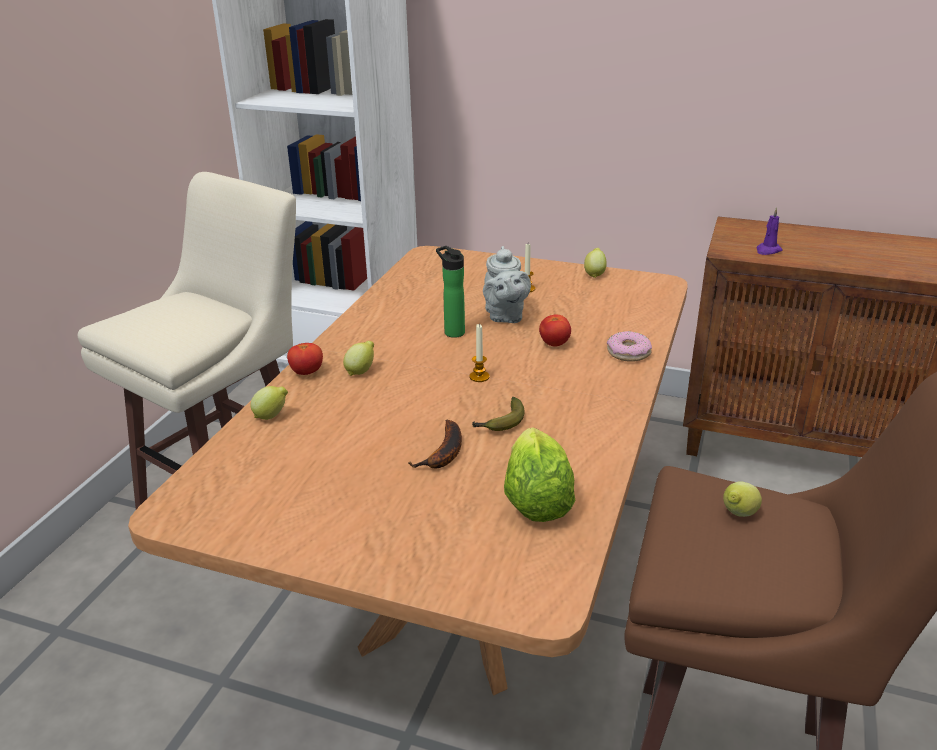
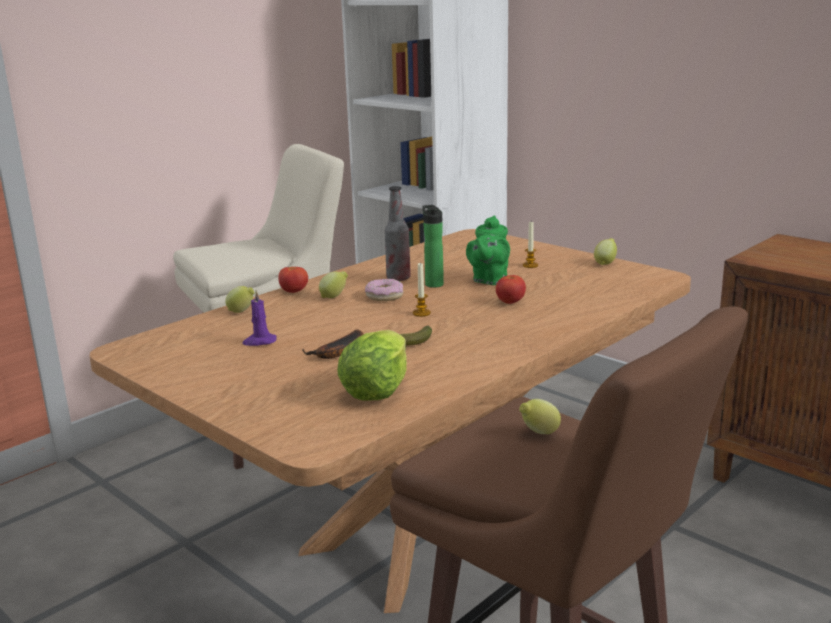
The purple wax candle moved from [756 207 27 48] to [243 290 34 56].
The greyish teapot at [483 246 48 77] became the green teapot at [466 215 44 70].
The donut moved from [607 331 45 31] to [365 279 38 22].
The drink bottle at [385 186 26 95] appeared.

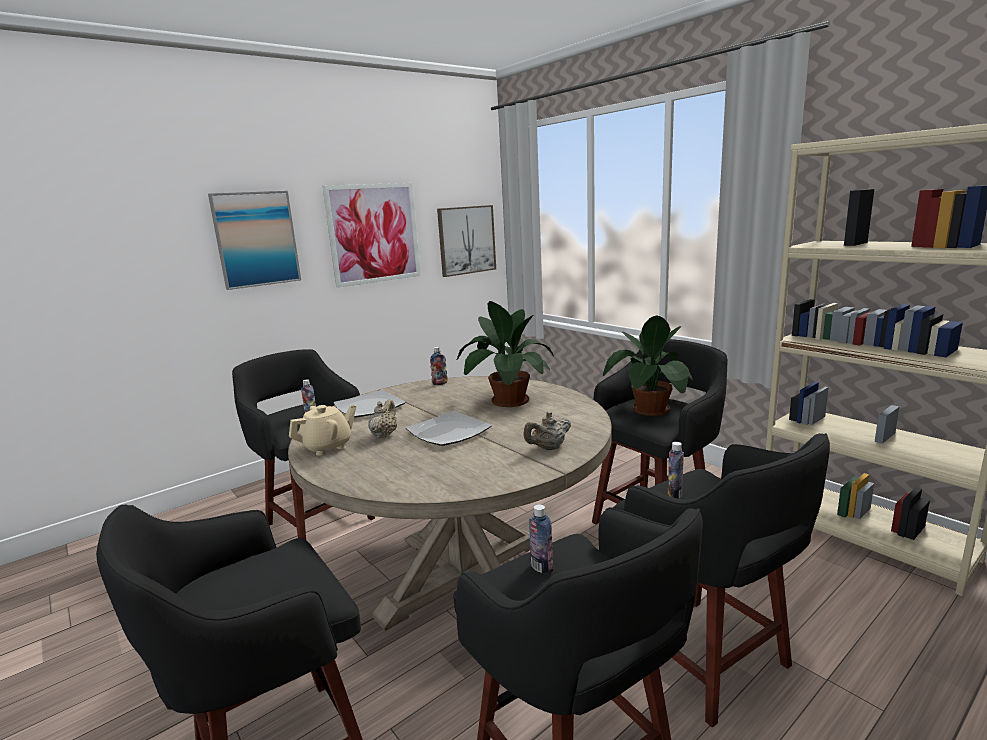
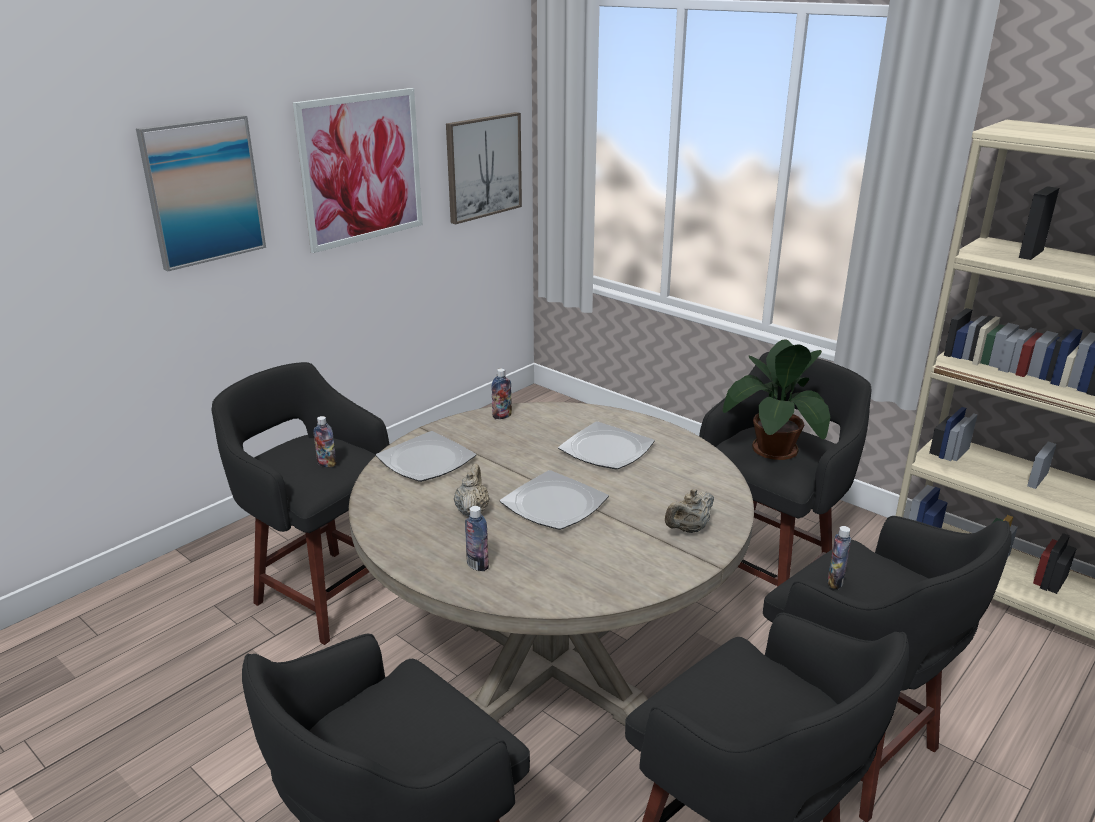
The potted plant at [457 301 97 106] was replaced by the flat dish at [558 421 97 48].
The sand-coloured teapot at [289 405 67 51] disappeared.
The drink bottle moved from [529 504 24 70] to [465 506 24 65].

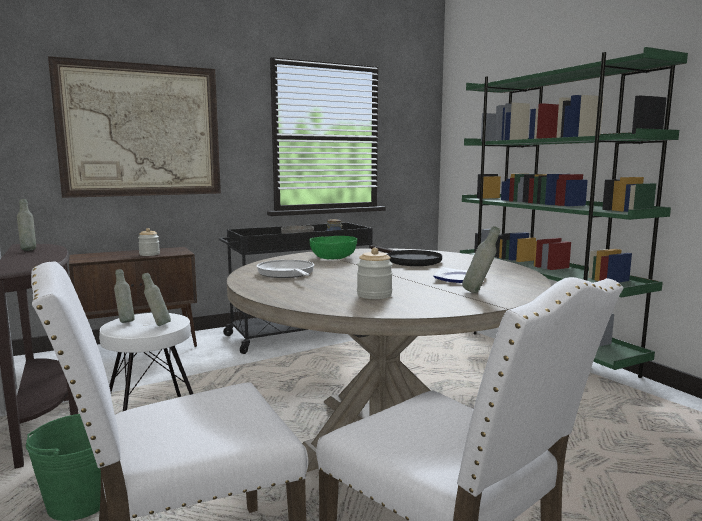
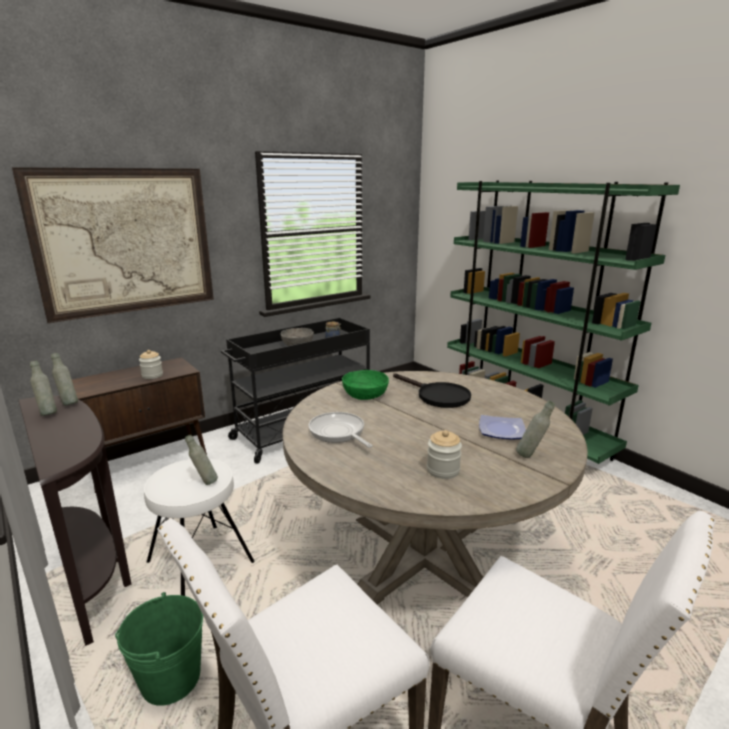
The greyish drink bottle moved from [114 269 21 54] to [51 353 27 53].

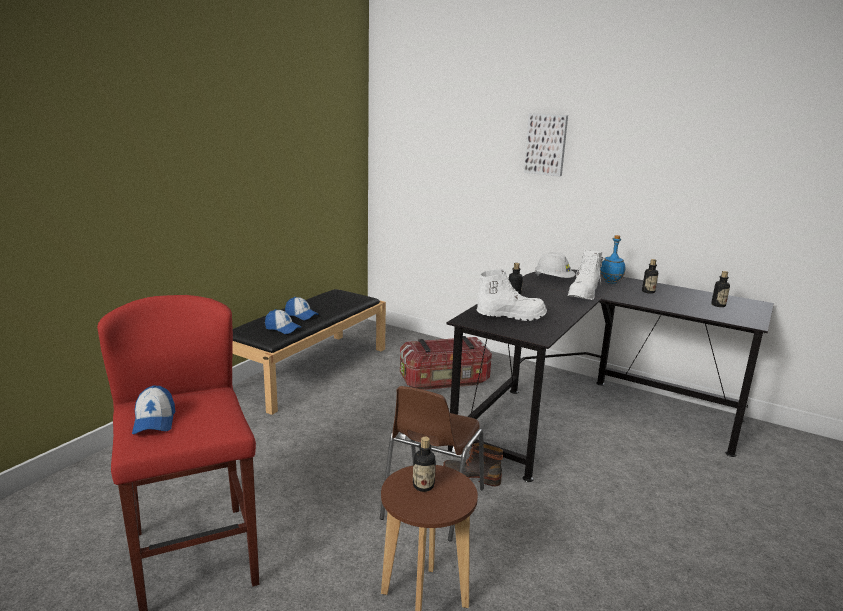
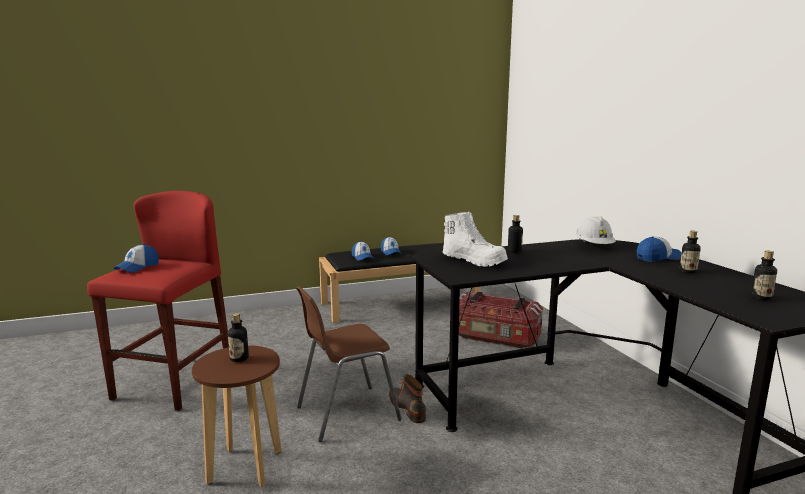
The picture at [524 113 44 63] disappeared.
The bluish drink bottle at [600 235 25 49] was replaced by the baseball cap at [637 236 44 26].
The whitish boot at [567 250 37 50] disappeared.

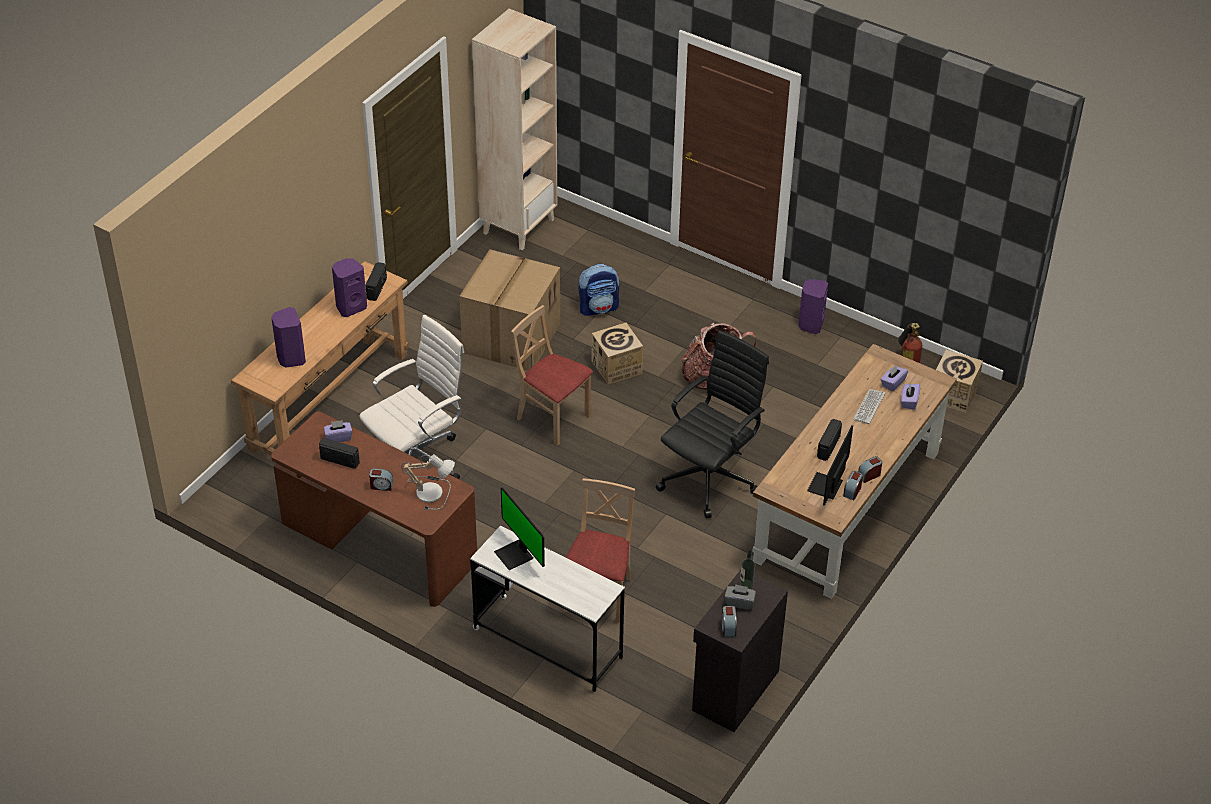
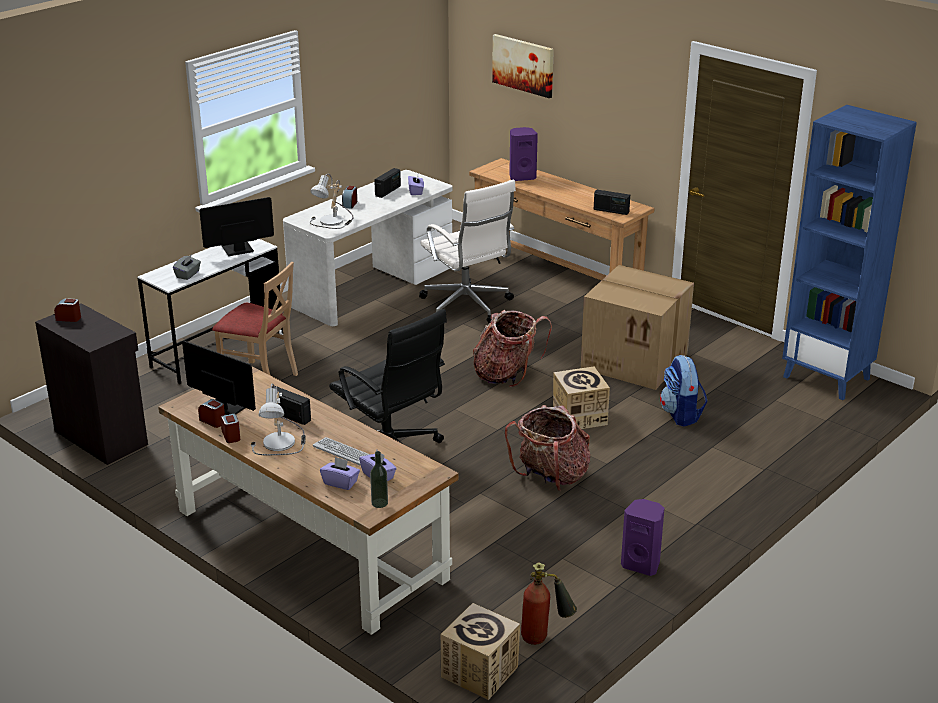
The sand-coloured bookshelf at [472 9 85 241] became the bluish bookshelf at [782 105 135 295].
The purple speaker at [332 258 35 59] disappeared.
The sand-coloured plain chair at [511 305 82 141] was replaced by the rucksack at [473 310 79 77].
The brown-coloured desk at [271 411 206 196] became the whitish desk at [283 170 170 156].
The drink bottle moved from [740 550 15 39] to [370 451 18 57].
The greyish tissue holder moved from [724 584 32 26] to [173 255 28 25].
The picture at [492 34 62 64] appeared.
The table lamp at [251 384 55 71] appeared.

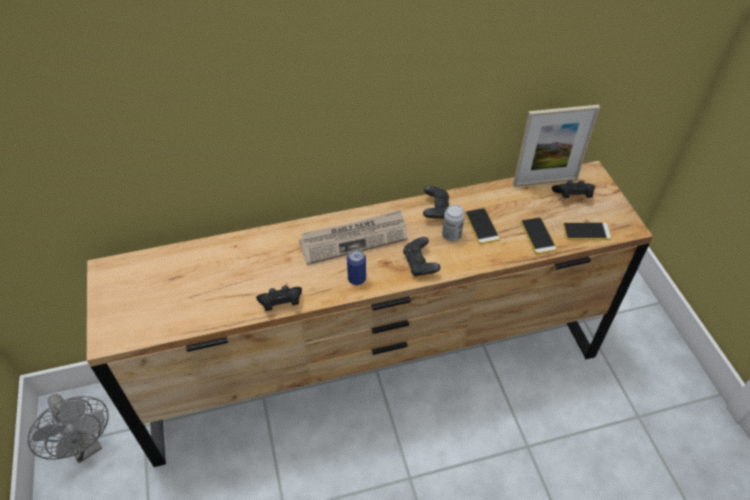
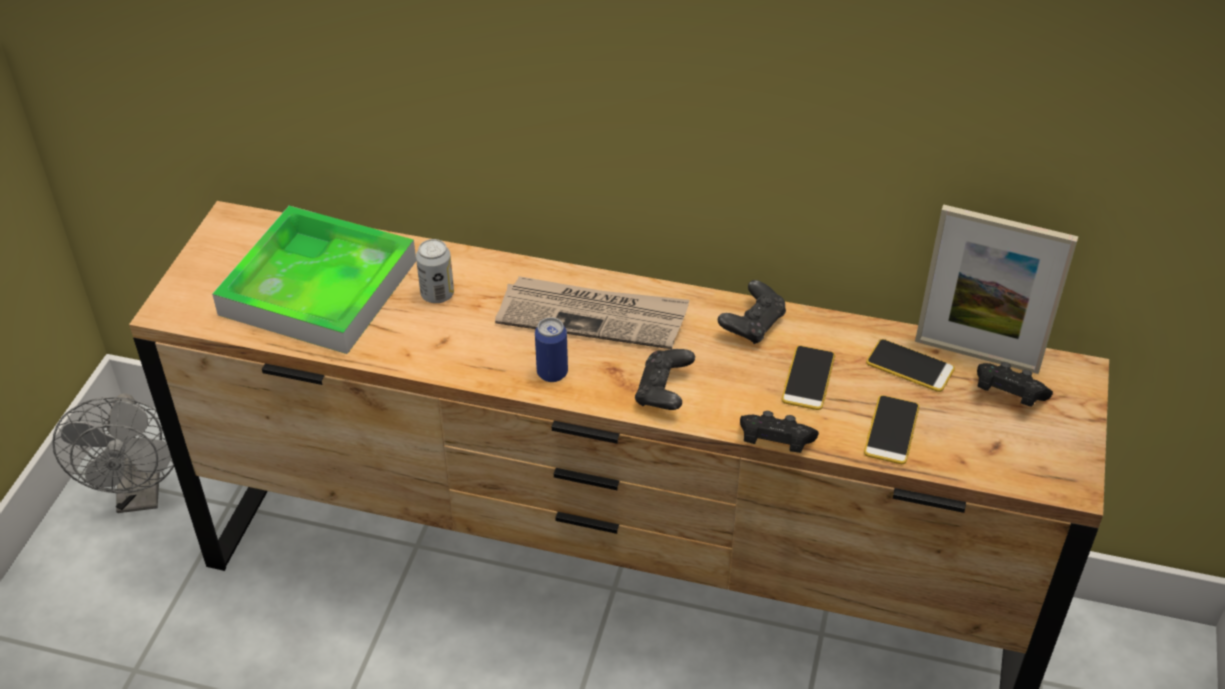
The metal can moved from [442 205 23 37] to [416 239 38 64].
The telephone moved from [563 222 49 18] to [866 339 89 53].
The blackish game controller moved from [256 286 46 25] to [740 411 79 42].
The carrying tray at [212 206 204 148] appeared.

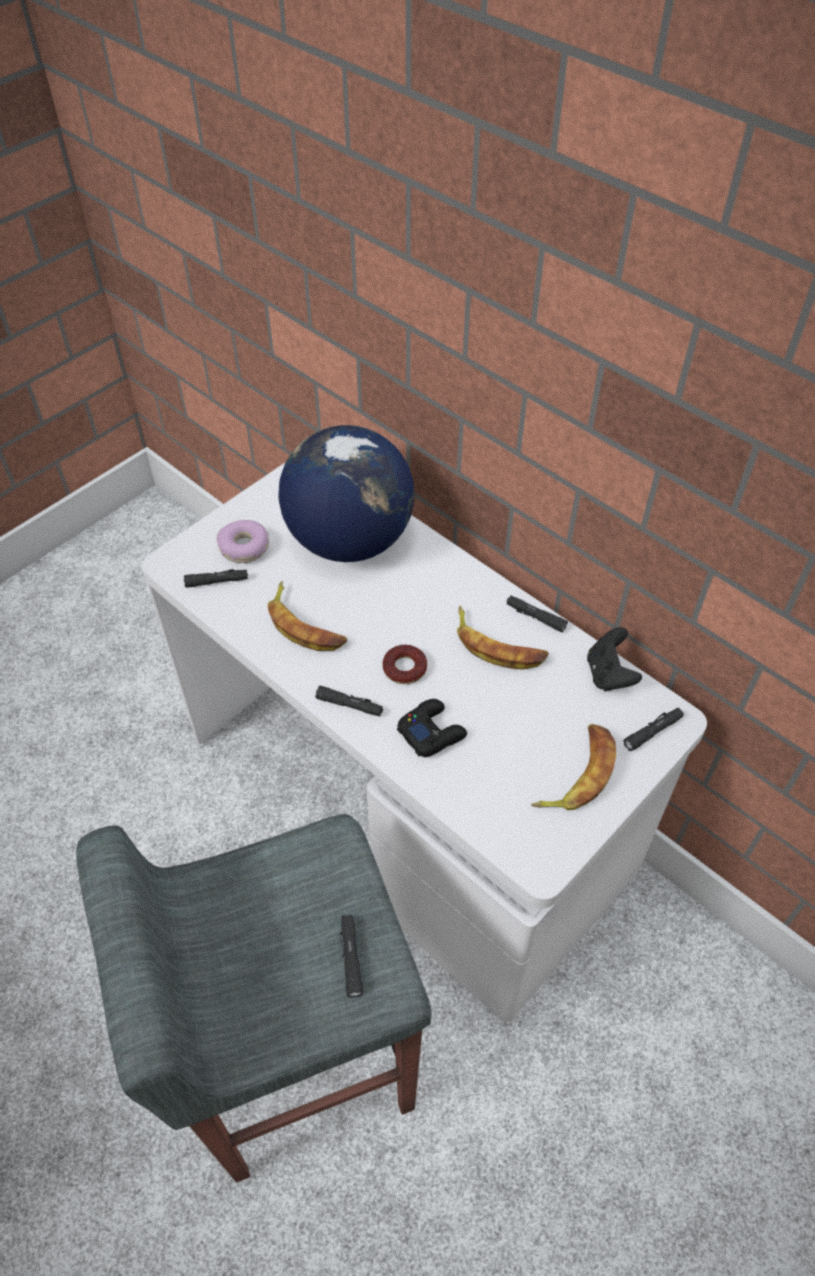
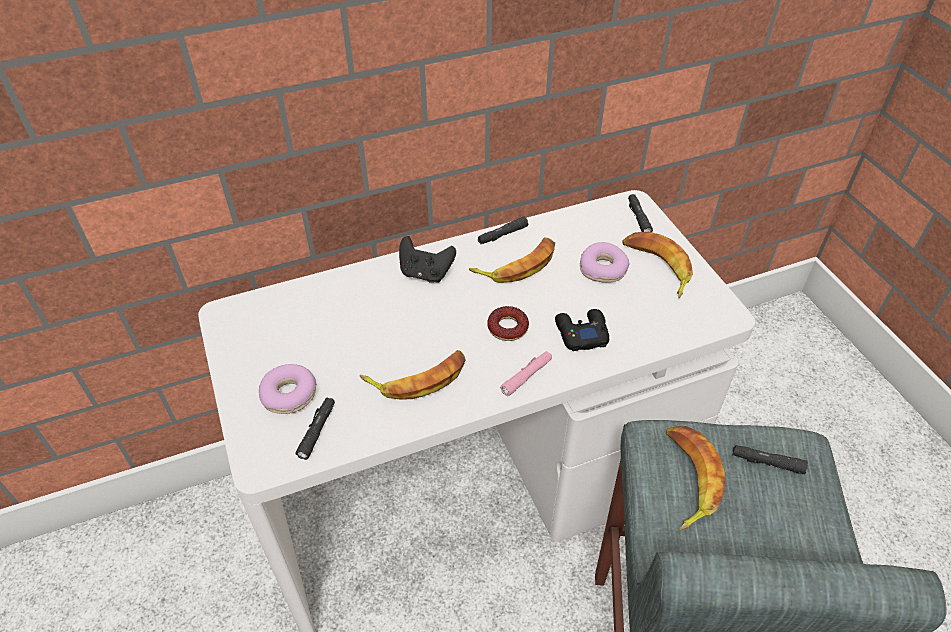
The globe at [279 425 135 137] disappeared.
The blackish game controller moved from [587 627 55 64] to [399 236 57 47].
The blackish hand torch at [315 686 68 30] became the pinkish hand torch at [500 351 52 45].
The donut at [580 242 49 41] appeared.
The whole banana at [666 426 60 105] appeared.

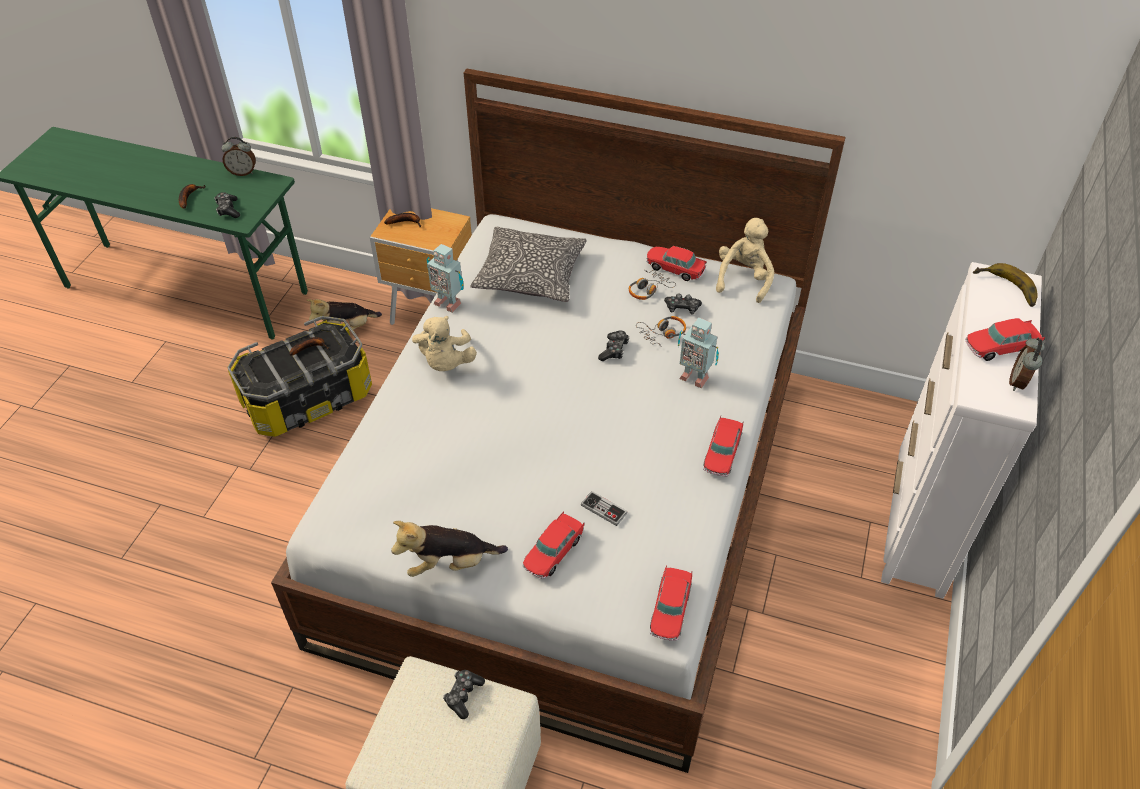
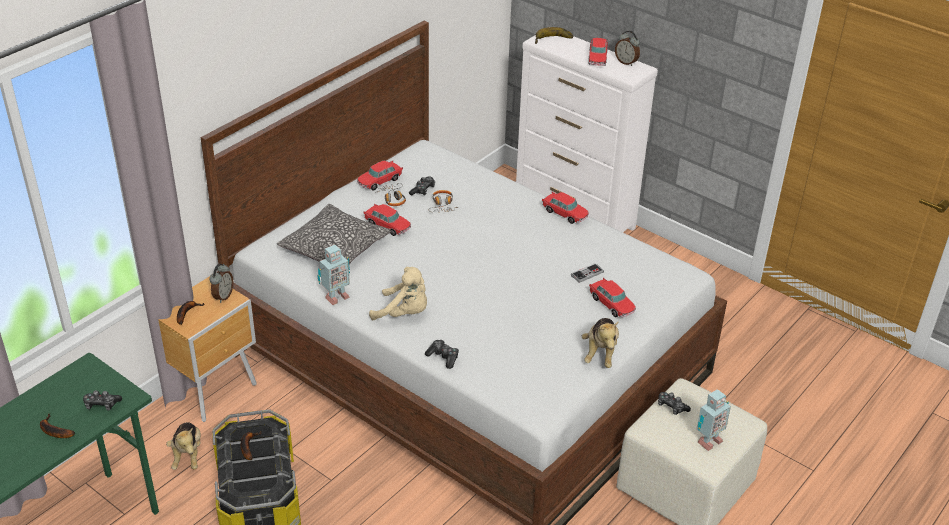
The alarm clock moved from [222 137 34 39] to [210 264 23 39].
The sand-coloured plush toy at [716 218 59 85] disappeared.
The toy robot moved from [678 317 41 71] to [697 389 34 62].
The game controller moved from [598 330 31 31] to [425 340 34 29].
The toy car moved from [650 565 42 76] to [364 204 47 32].

